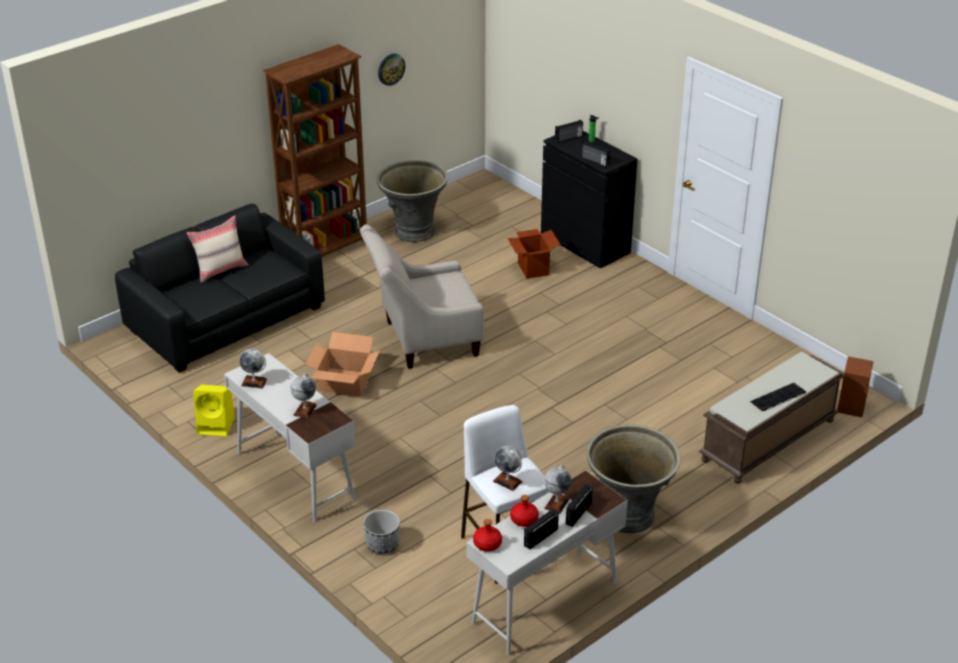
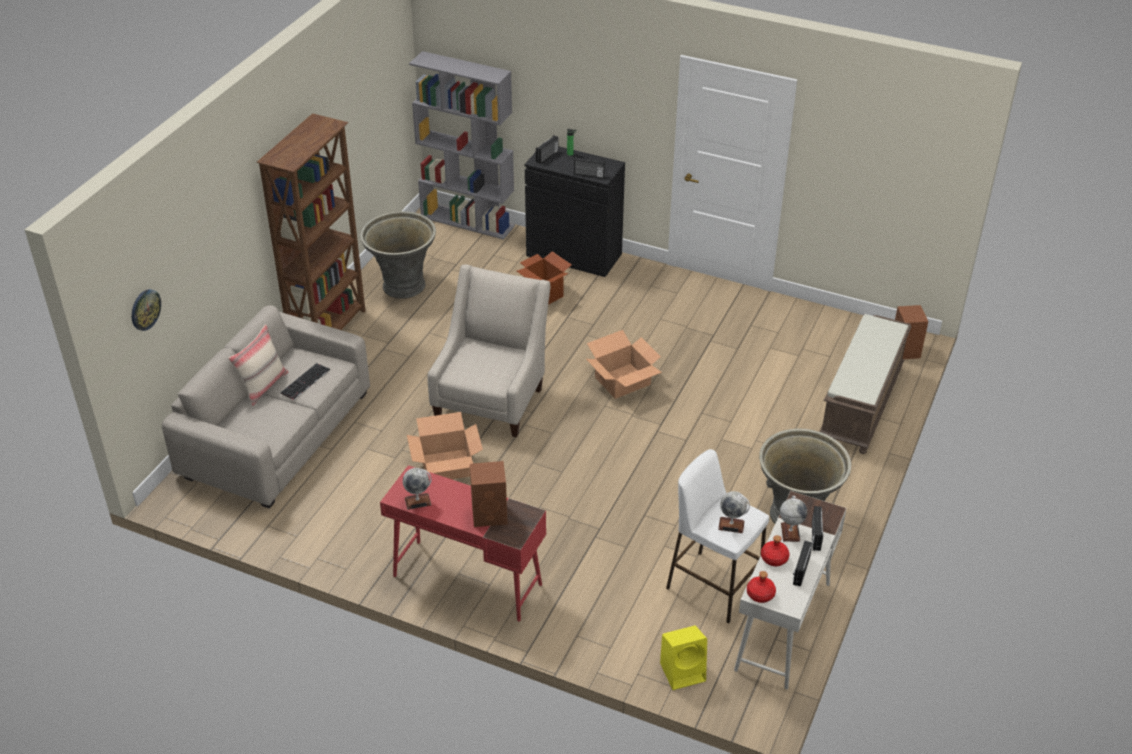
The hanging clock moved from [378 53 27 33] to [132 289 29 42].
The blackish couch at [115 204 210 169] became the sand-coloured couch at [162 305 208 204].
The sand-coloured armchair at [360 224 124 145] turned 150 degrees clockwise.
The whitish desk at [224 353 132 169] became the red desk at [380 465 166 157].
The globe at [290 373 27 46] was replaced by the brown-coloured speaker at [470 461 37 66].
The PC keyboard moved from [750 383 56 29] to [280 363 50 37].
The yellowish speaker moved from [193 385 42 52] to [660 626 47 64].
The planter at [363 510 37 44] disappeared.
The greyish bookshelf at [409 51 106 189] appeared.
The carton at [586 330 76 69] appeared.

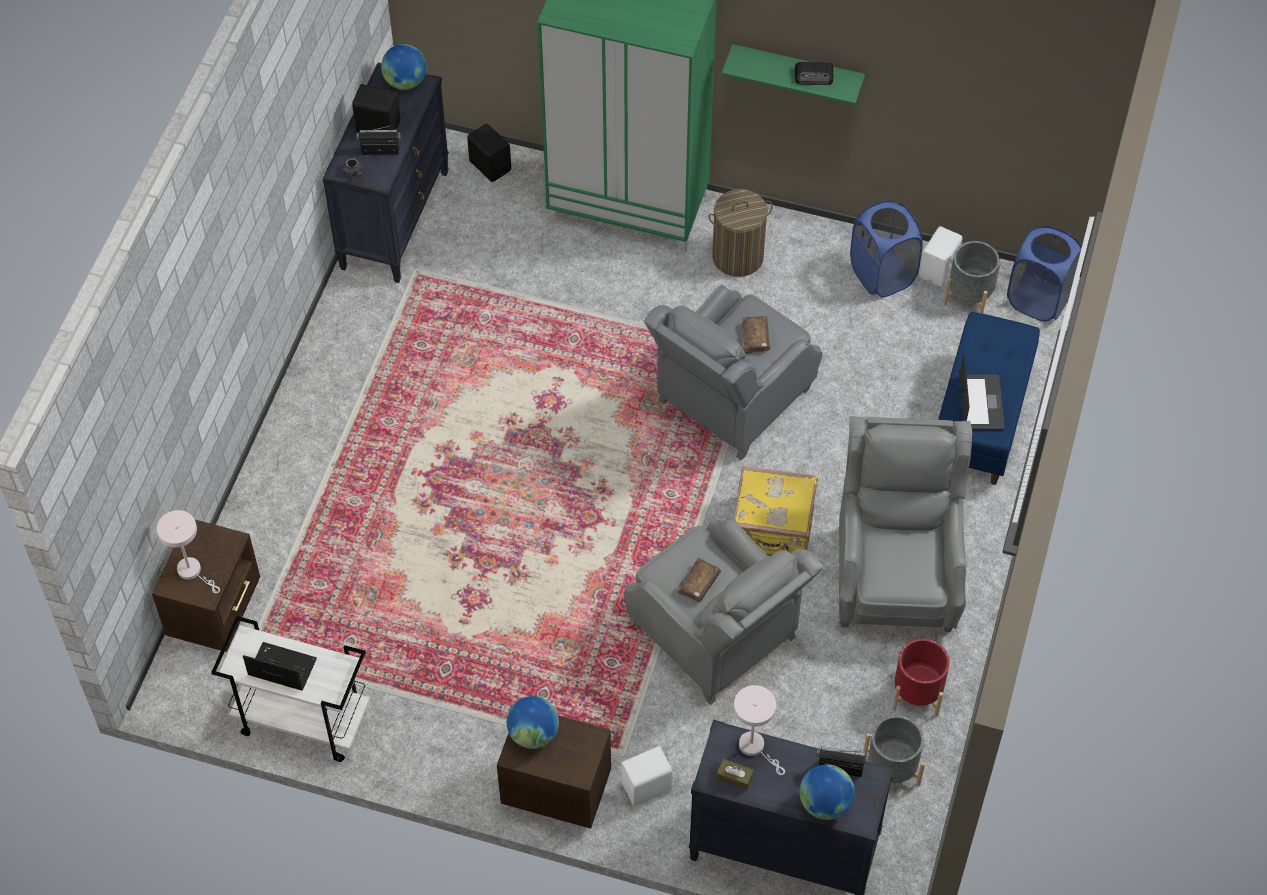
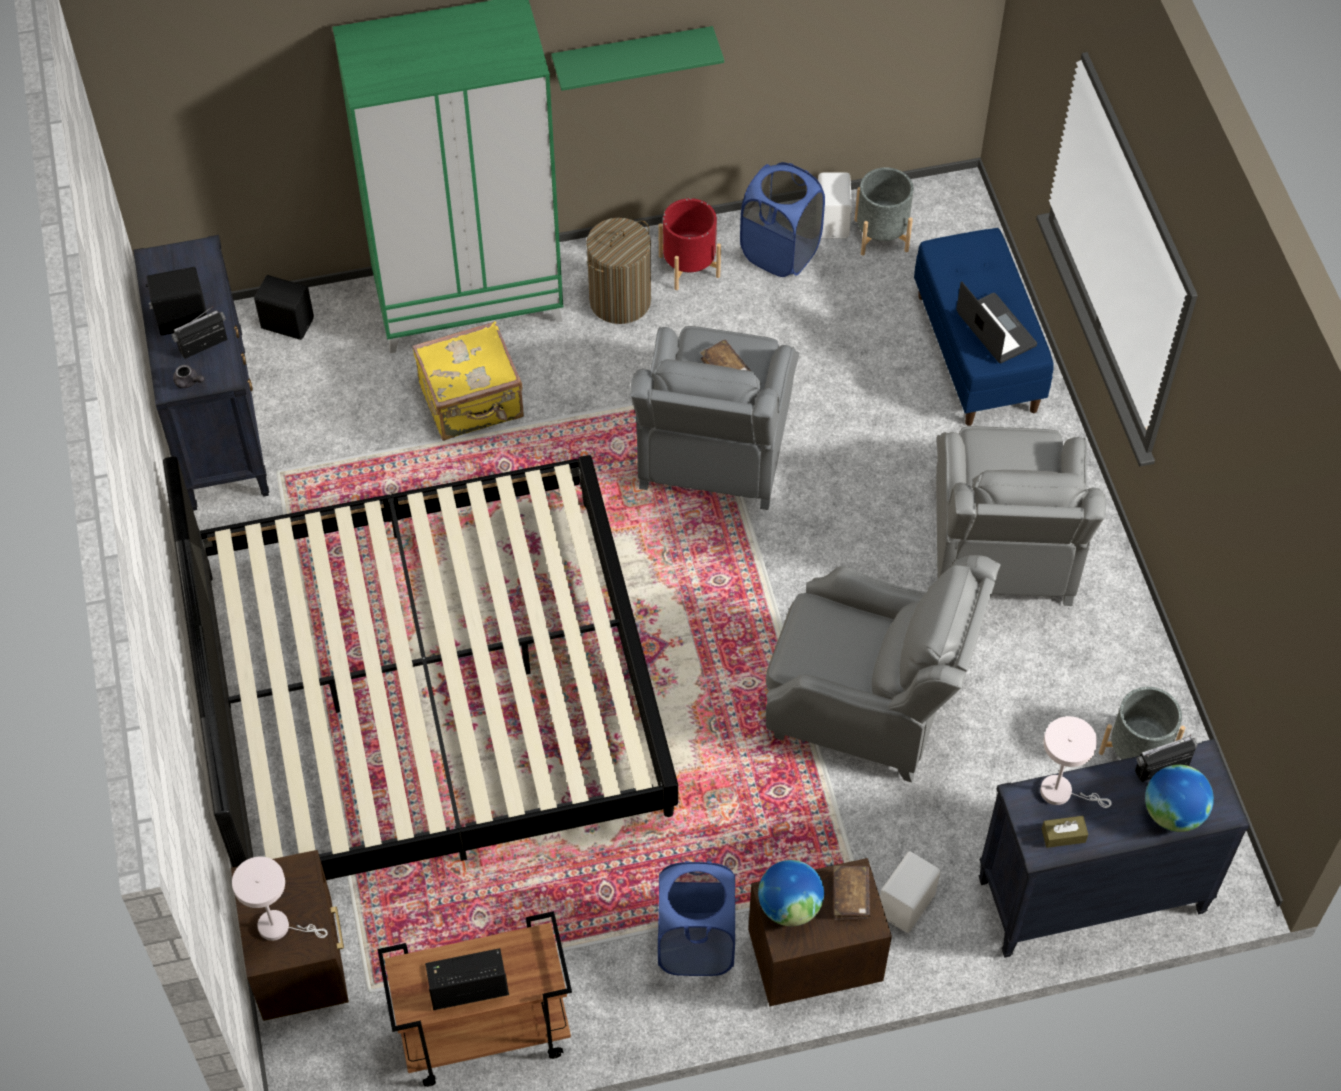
The globe at [381 44 46 46] disappeared.
The radio set at [795 62 39 23] disappeared.
The bluish washing basket moved from [1007 226 75 96] to [658 861 77 115].
The greyish armchair at [839 416 133 216] turned 150 degrees counterclockwise.
The yellowish suitcase moved from [733 466 85 90] to [412 321 112 120].
The brown-coloured book moved from [677 558 44 44] to [834 866 36 54].
The whitish cart at [211 616 159 146] became the brown-coloured cart at [378 911 194 176].
The red planter moved from [892 639 58 78] to [659 198 62 92].
The sleeping bed at [163 455 515 425] appeared.

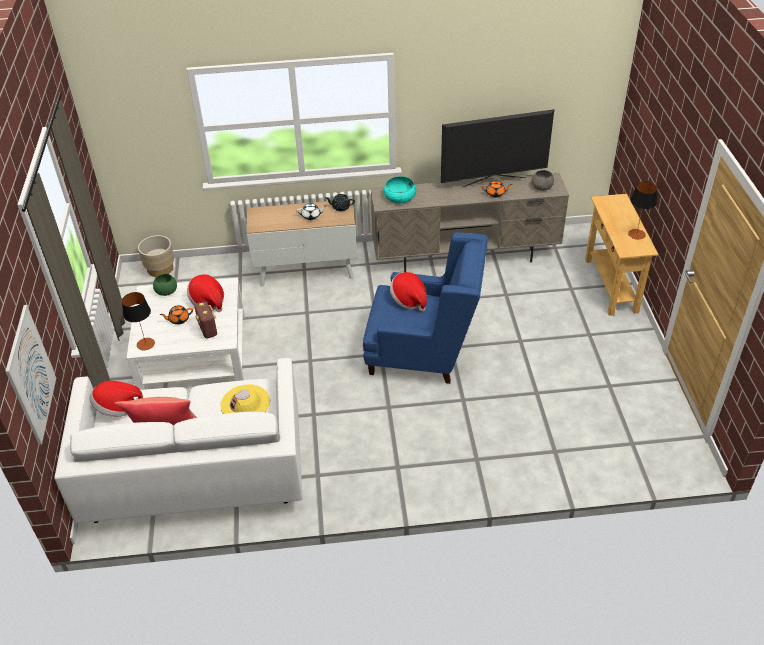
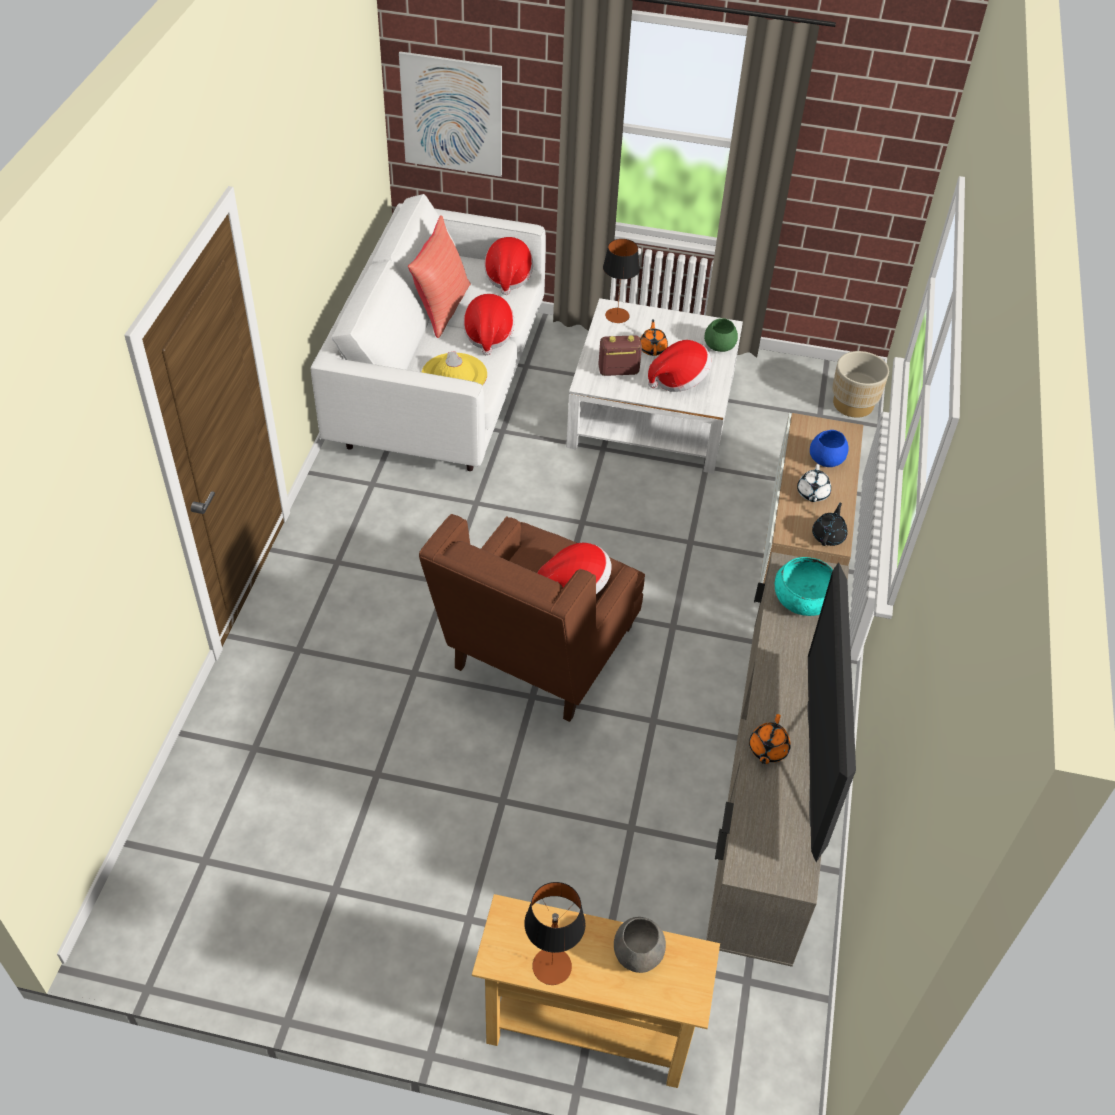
The greyish bowl moved from [532 170 22 21] to [614 917 52 56].
The bluish armchair at [363 232 125 152] became the brown-coloured armchair at [419 514 226 208].
The hat at [463 294 51 61] appeared.
The bluish bowl at [810 430 39 37] appeared.

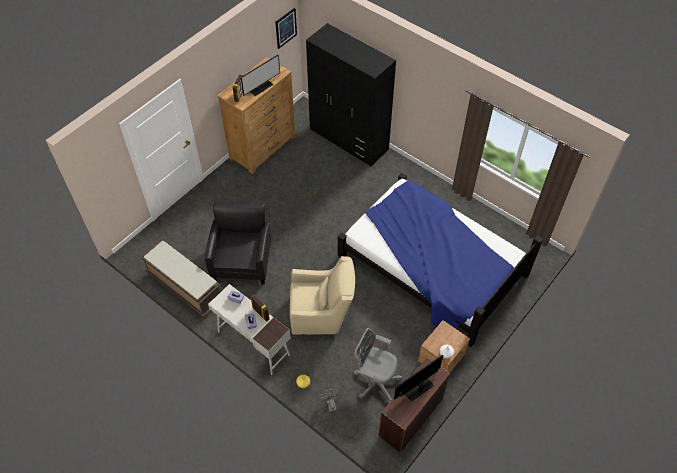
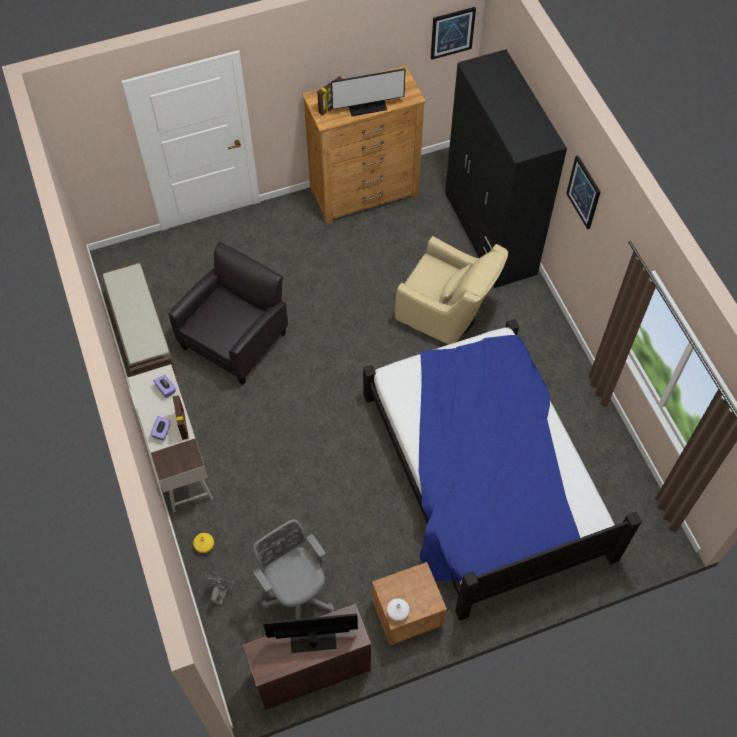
The sand-coloured armchair moved from [290 256 65 79] to [395 236 113 108].
The picture at [566 155 35 74] appeared.

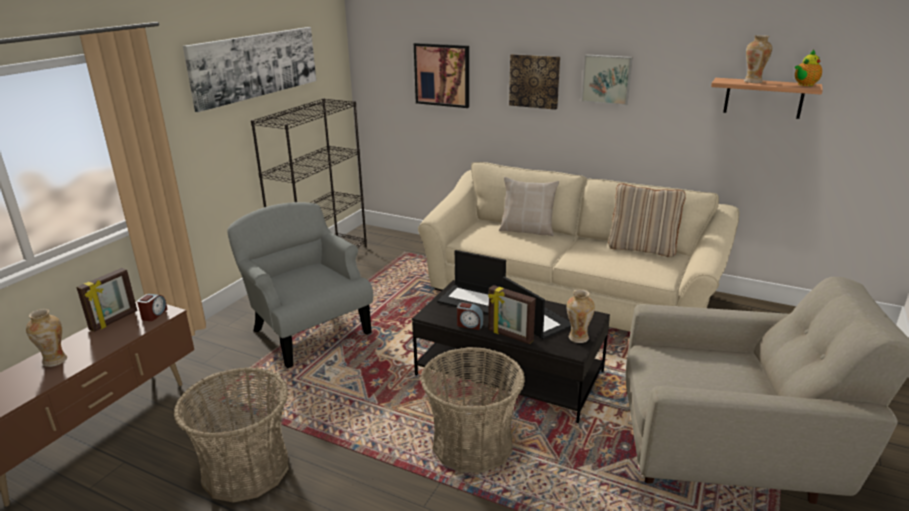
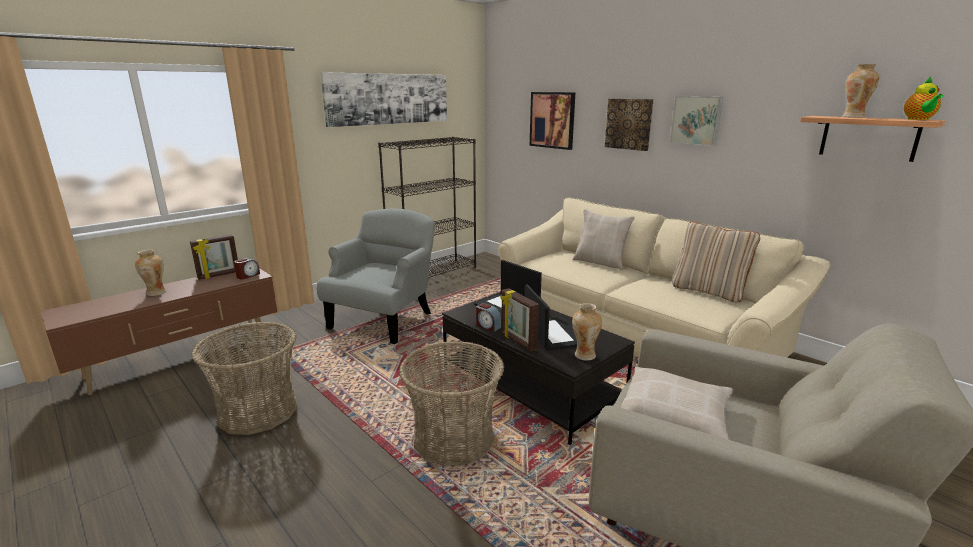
The teapot at [795 49 27 37] turned 60 degrees counterclockwise.
The greyish armchair at [227 202 146 166] turned 45 degrees clockwise.
The sand-coloured throw pillow at [621 367 112 73] appeared.

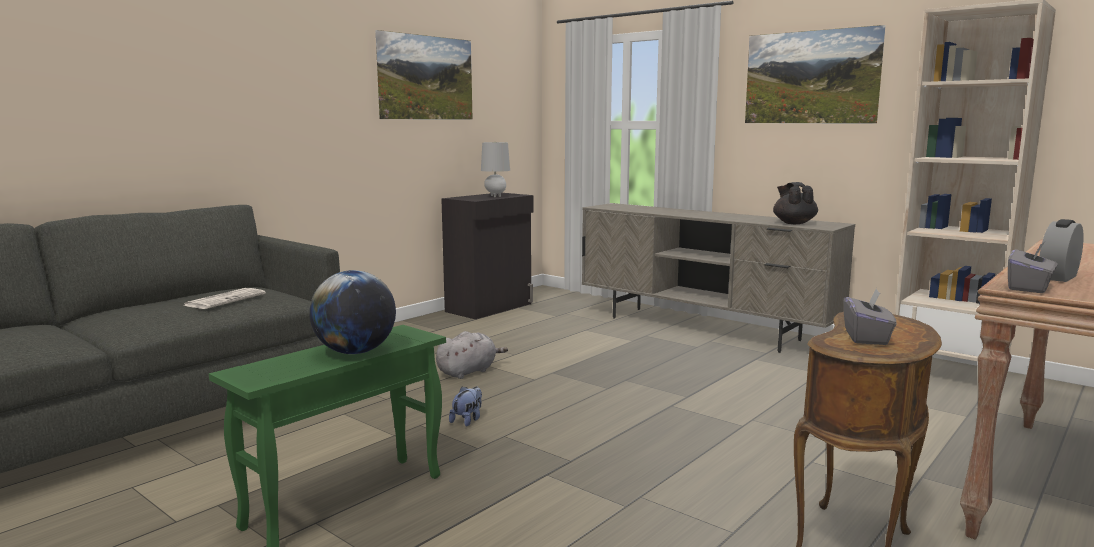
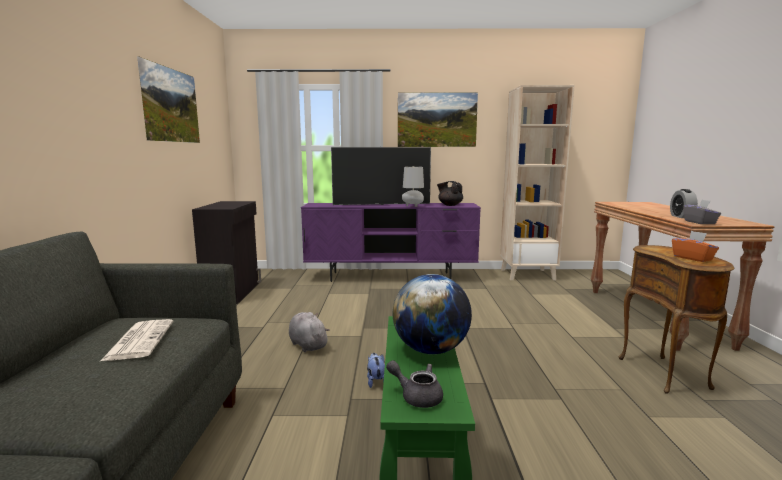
The greyish table lamp moved from [481 142 29 55] to [402 166 22 41].
The sand-coloured tv stand at [582 203 273 150] became the purple tv stand at [301 203 180 79].
The greyish tissue holder at [844 288 53 57] became the orangey tissue holder at [672 231 47 31].
The greyish plush toy at [436 331 72 48] turned 45 degrees counterclockwise.
The TV set at [331 146 100 59] appeared.
The greyish teapot at [386 360 57 48] appeared.

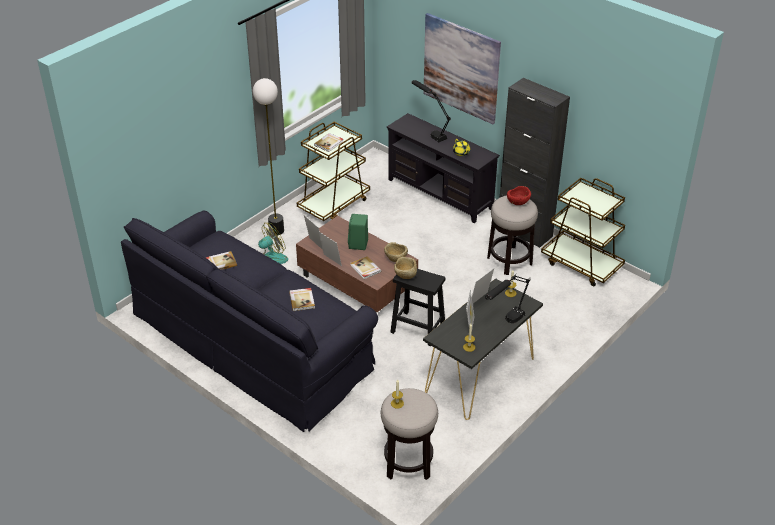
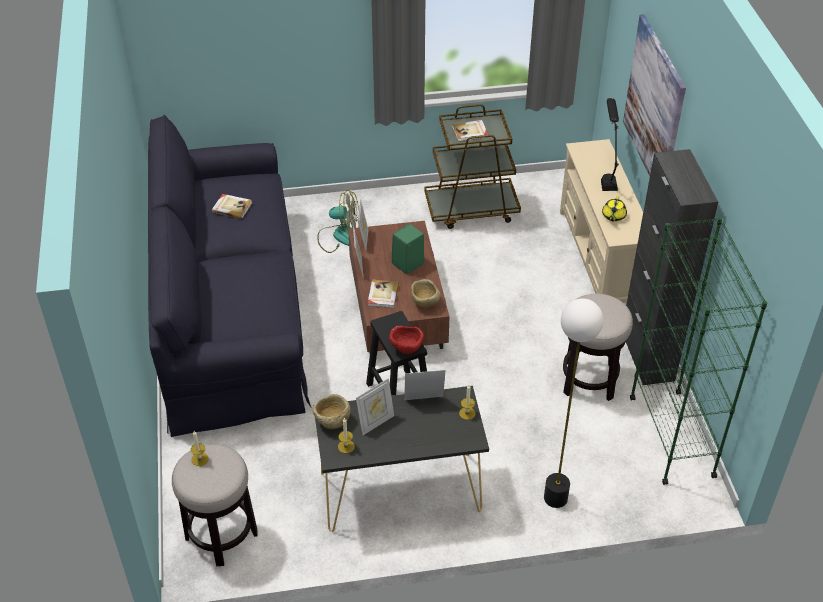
The standing lamp moved from [253 78 31 157] to [544 298 60 210].
The blackish tv stand at [387 113 113 110] became the sand-coloured tv stand at [560 139 83 164].
The brown-coloured cart at [541 178 84 108] was replaced by the green bookshelf at [630 217 137 268].
The red bowl moved from [507 186 24 19] to [389 326 35 28].
The sand-coloured bowl moved from [394 257 23 22] to [313 394 38 35].
The blackish table lamp at [485 274 46 49] disappeared.
The book at [289 288 26 23] disappeared.

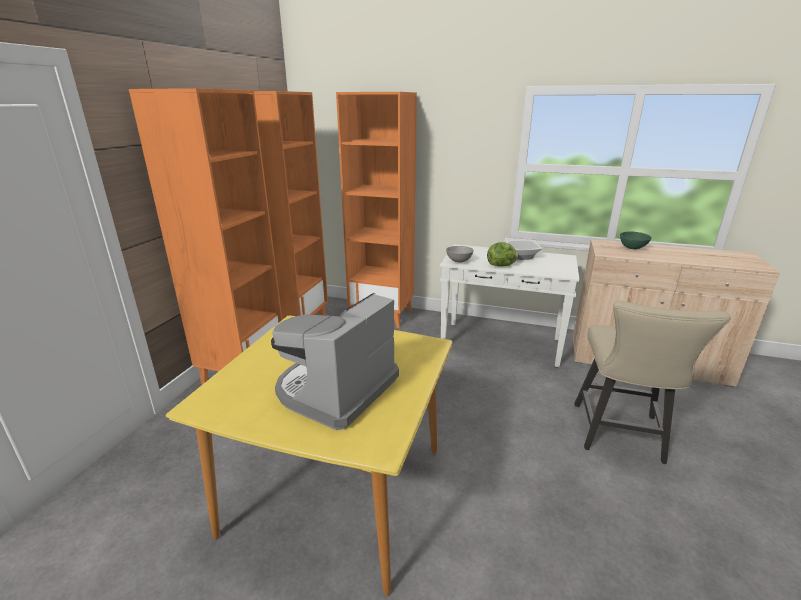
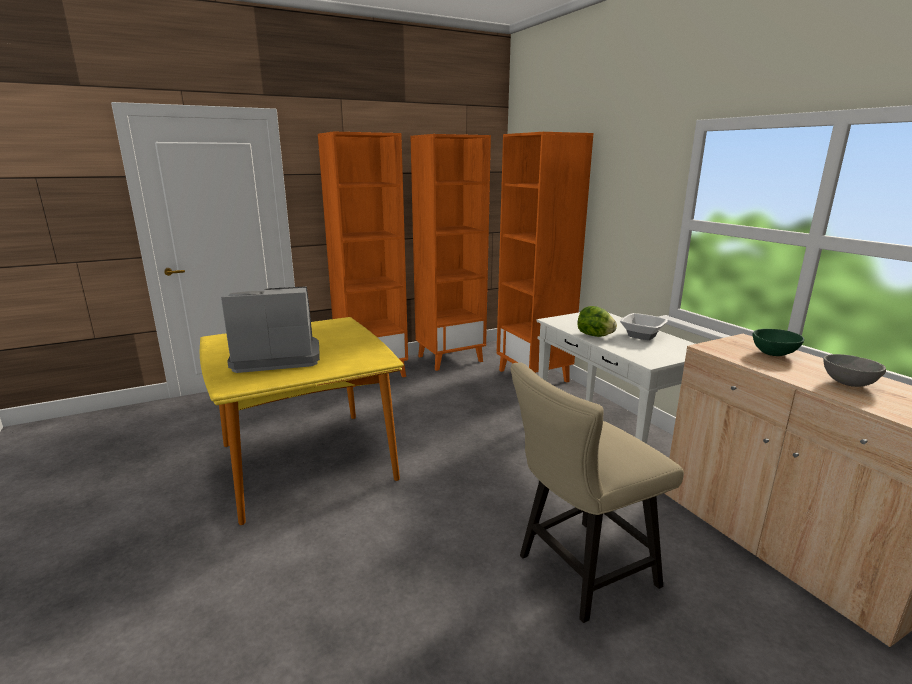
The greyish bowl moved from [446 246 27 16] to [824 354 62 33].

